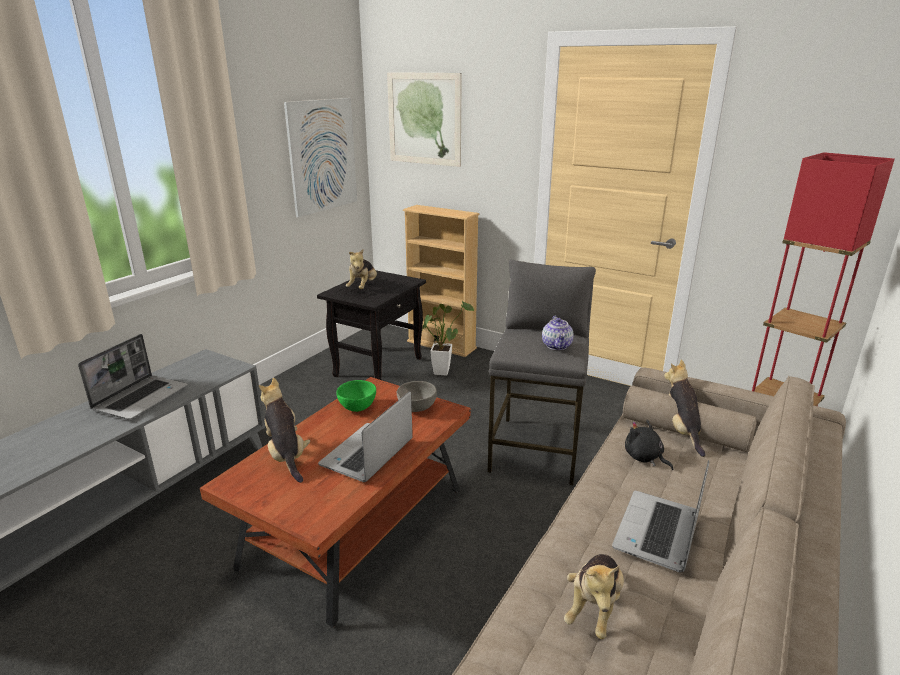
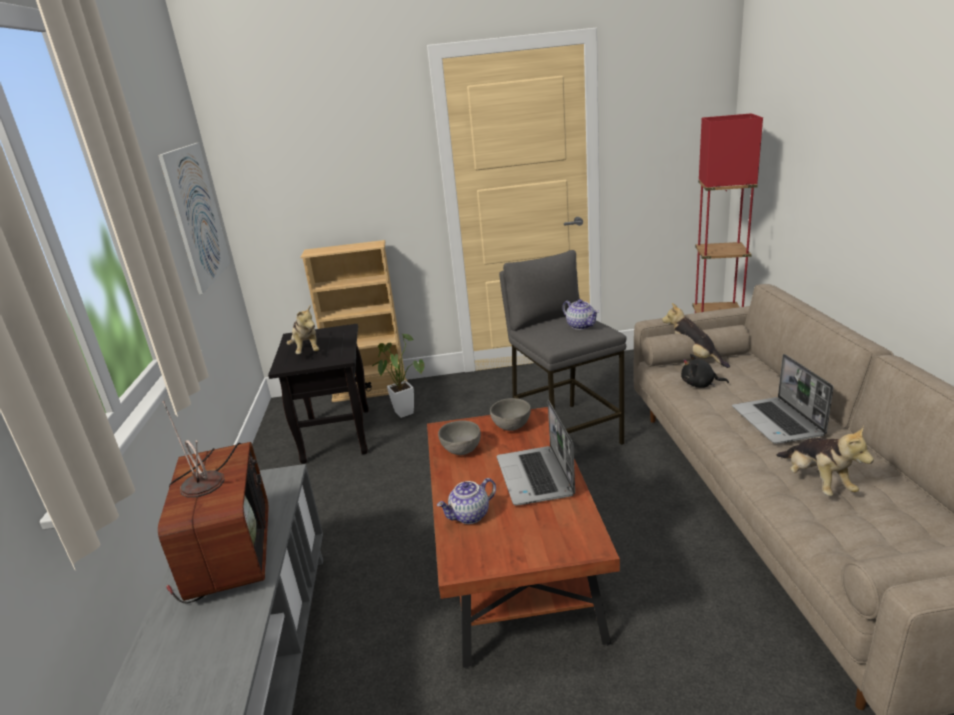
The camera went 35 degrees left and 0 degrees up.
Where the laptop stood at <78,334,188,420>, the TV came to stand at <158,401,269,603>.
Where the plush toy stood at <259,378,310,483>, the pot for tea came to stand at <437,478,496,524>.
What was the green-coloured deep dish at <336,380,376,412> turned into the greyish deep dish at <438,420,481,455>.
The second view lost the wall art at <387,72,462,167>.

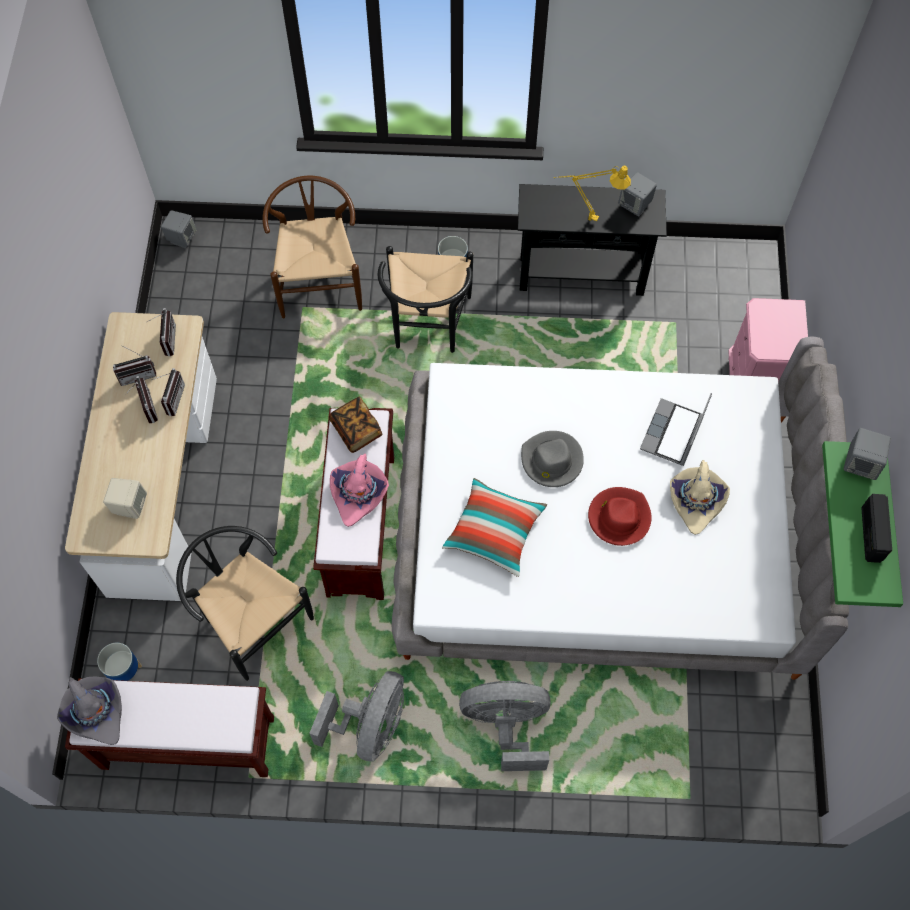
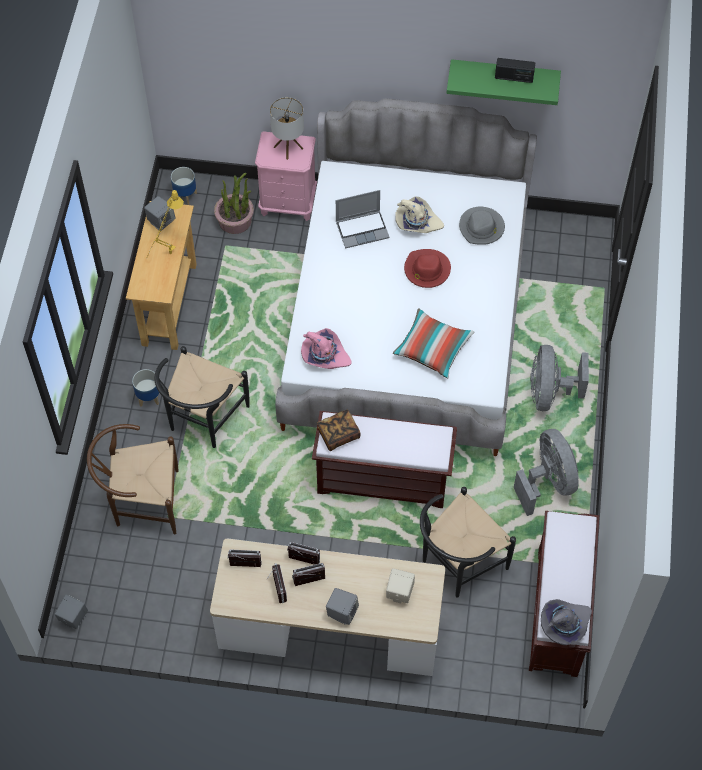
The camera went 85 degrees left and 5 degrees down.
What was the blackish hall table at <518,184,667,296> turned into the beige-coloured hall table at <126,201,197,350>.
The blackish chair at <378,246,473,353> ended up facing another way, 105 degrees clockwise from before.
The plant pot ended up elsewhere, having gone from <97,643,142,681> to <171,167,197,205>.
The second view gained the plant in a pot at <214,173,254,234>.
The second view gained the lamp for a table at <270,97,304,160>.
The pinkish hat ended up elsewhere, having gone from <330,454,389,527> to <301,328,351,369>.
The greyish audio speaker ended up elsewhere, having gone from <844,428,891,480> to <326,588,359,625>.
The laptop at <640,393,712,466> ended up facing another way, 45 degrees counterclockwise from before.
The greyish hat ended up elsewhere, having gone from <521,431,584,487> to <459,207,505,245>.
The greyish electric fan at <309,671,404,762> ended up facing another way, 45 degrees clockwise from before.

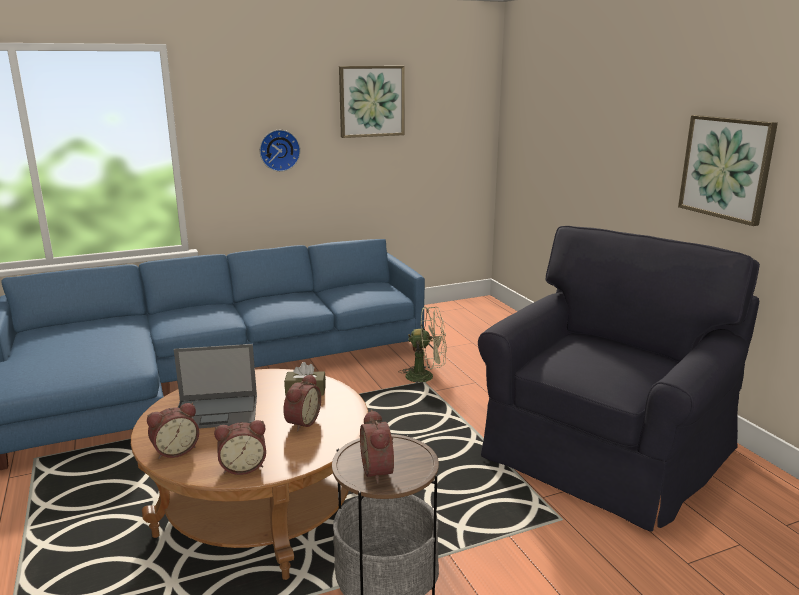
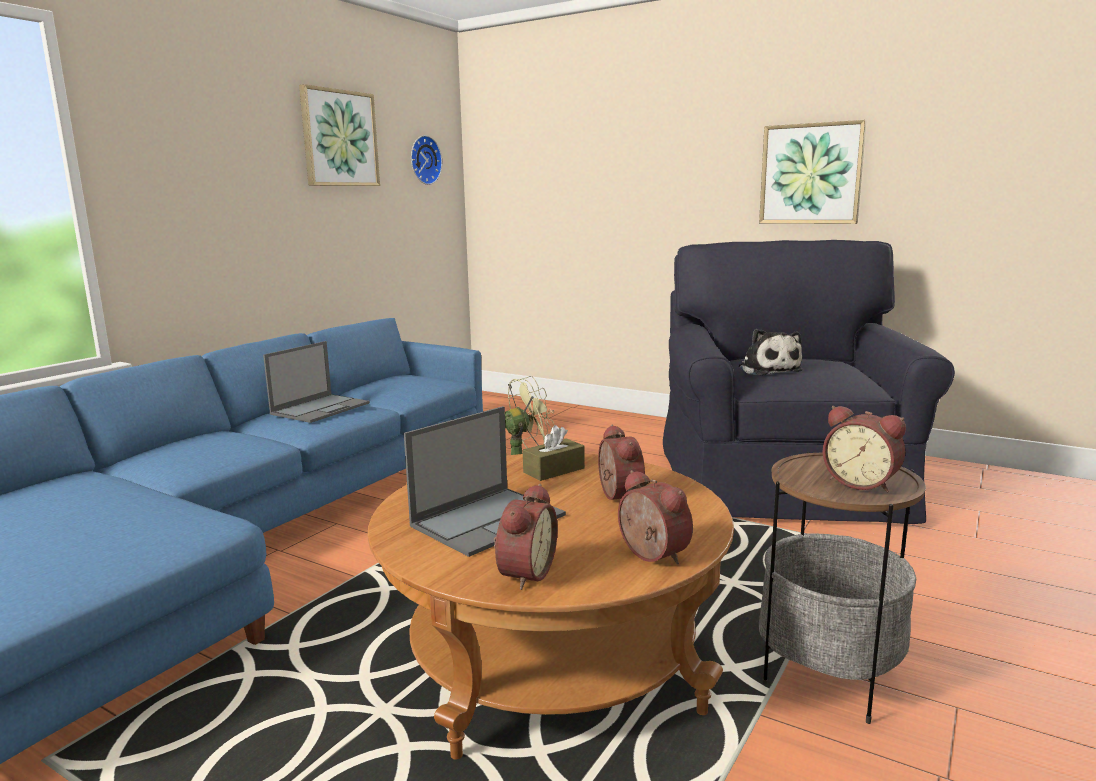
The camera went 35 degrees left and 5 degrees down.
The second view gained the laptop at <263,341,370,423>.
The clock on the wall ended up elsewhere, having gone from <260,130,300,172> to <411,135,442,185>.
The bedside clock at <214,420,266,475> ended up facing another way, 75 degrees counterclockwise from before.
The second view gained the plush toy at <738,329,803,375>.

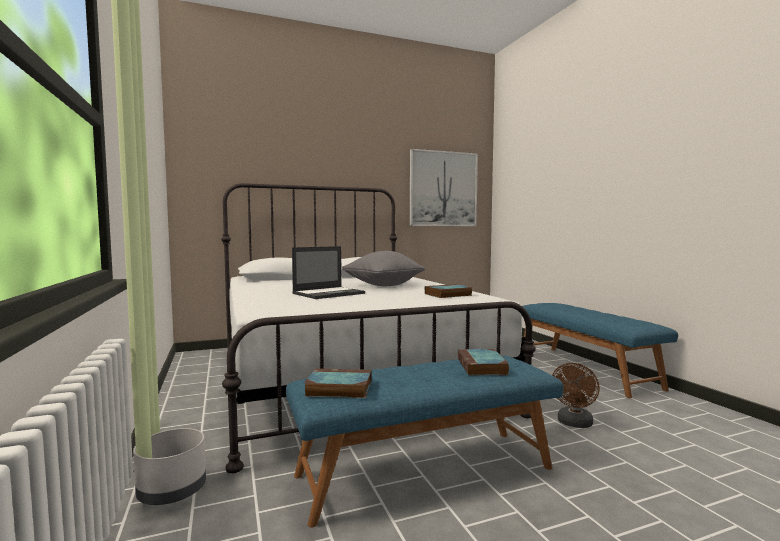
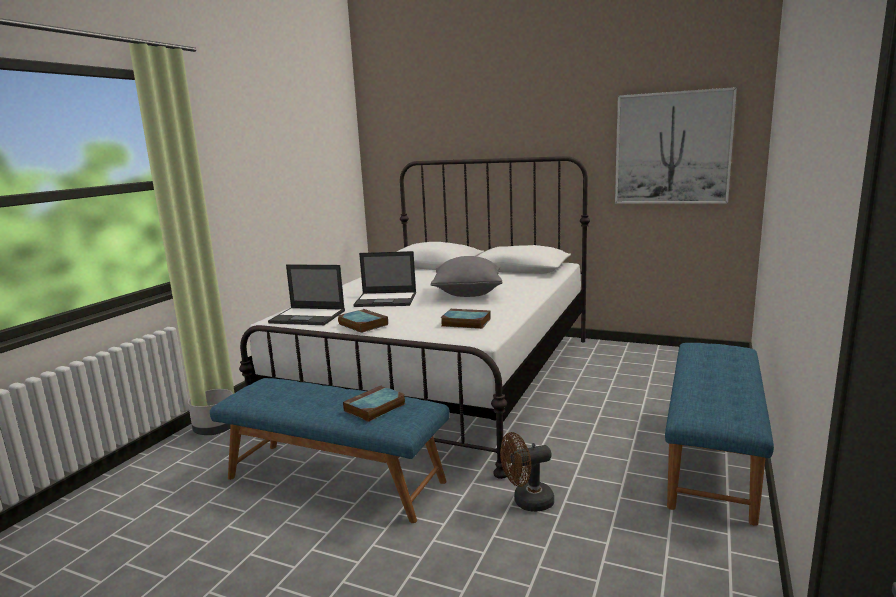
The camera went 45 degrees right and 10 degrees up.
The second view gained the laptop at <268,264,345,325>.
The volume ended up elsewhere, having gone from <304,369,371,398> to <338,309,388,333>.

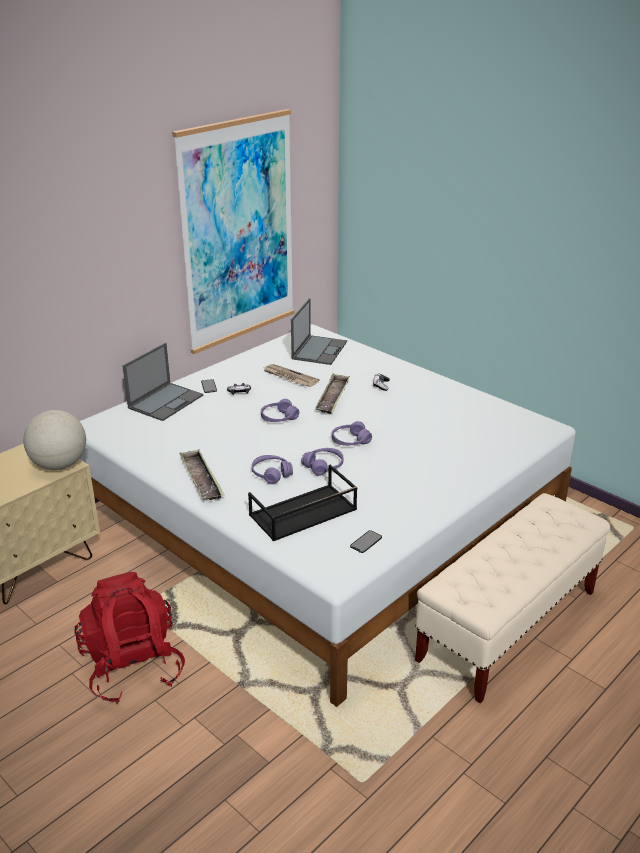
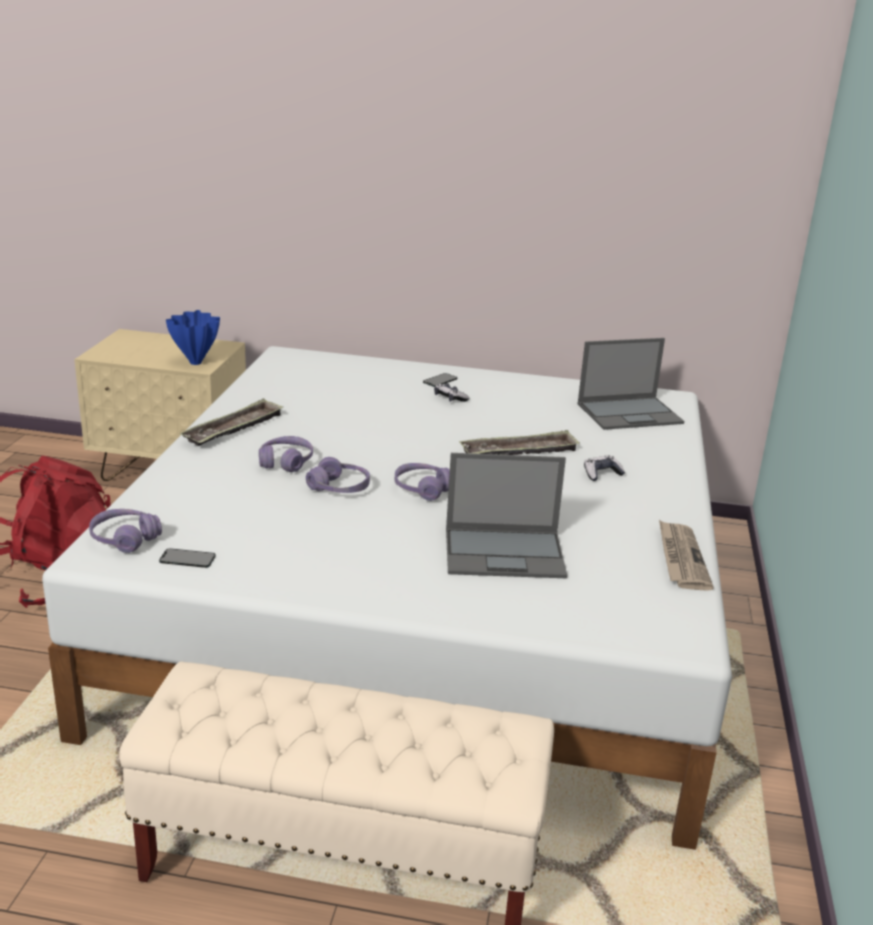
The camera went 55 degrees right and 5 degrees down.
The purplish headset ended up elsewhere, having gone from <261,399,299,422> to <89,509,162,553>.
Where the desk globe stood at <23,410,86,470>, the blue-coloured flower vase came to stand at <166,310,220,365>.
The laptop ended up elsewhere, having gone from <123,343,203,421> to <446,453,567,578>.
The printed paper ended up elsewhere, having gone from <262,364,319,387> to <659,520,714,591>.
The second view lost the wall art at <172,109,295,354>.
The second view lost the blackish carrying tray at <248,465,357,541>.

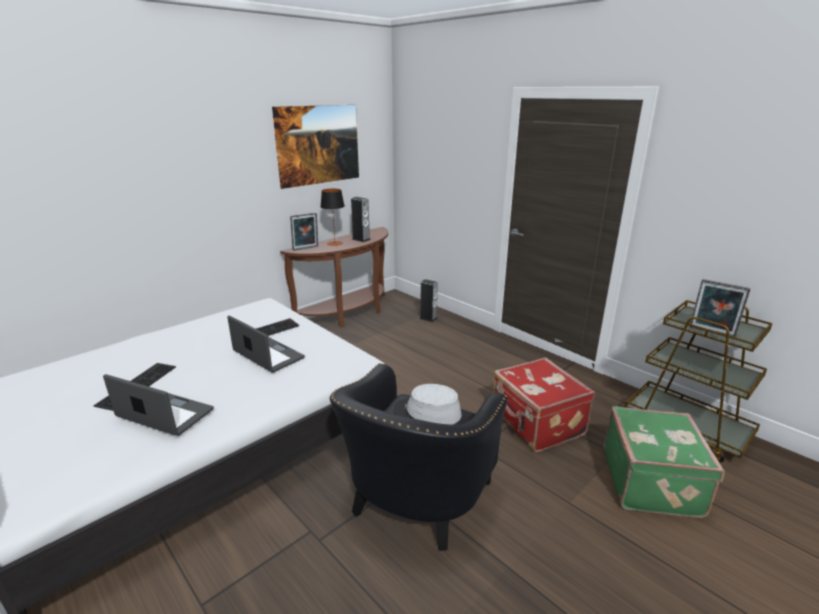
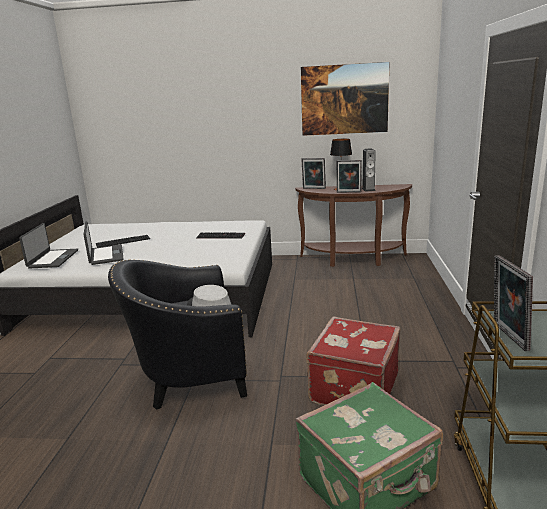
The camera went 50 degrees right and 5 degrees down.
The laptop ended up elsewhere, having gone from <227,316,305,373> to <19,223,78,269>.
The second view gained the standing frame at <337,160,362,193>.
The second view lost the audio speaker at <419,279,438,322>.

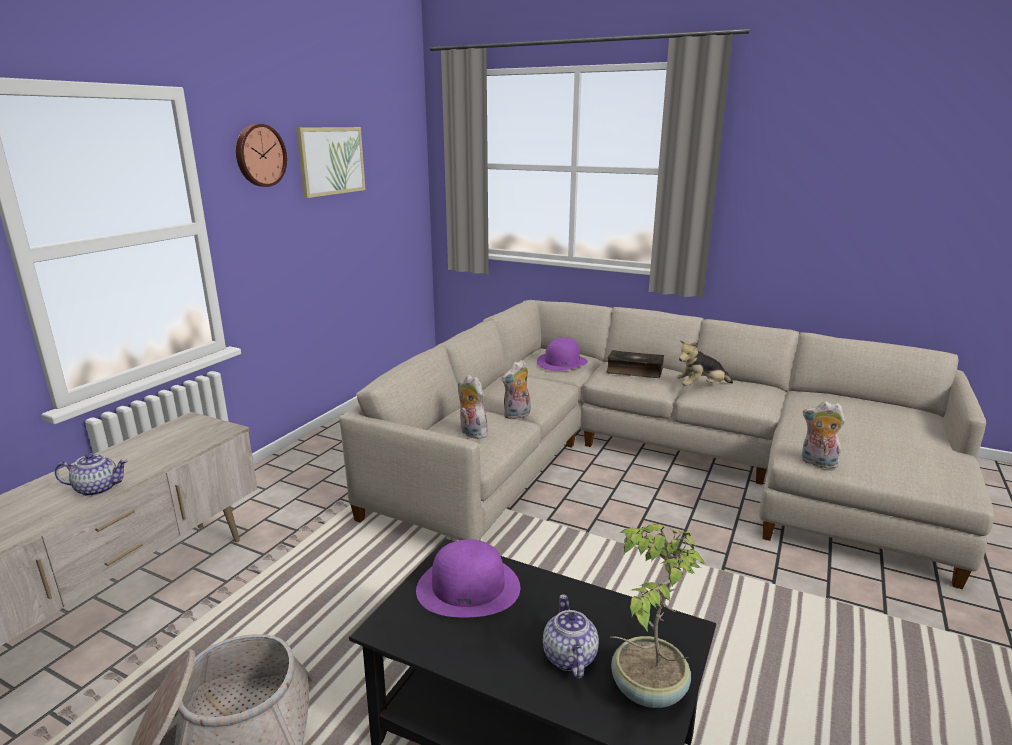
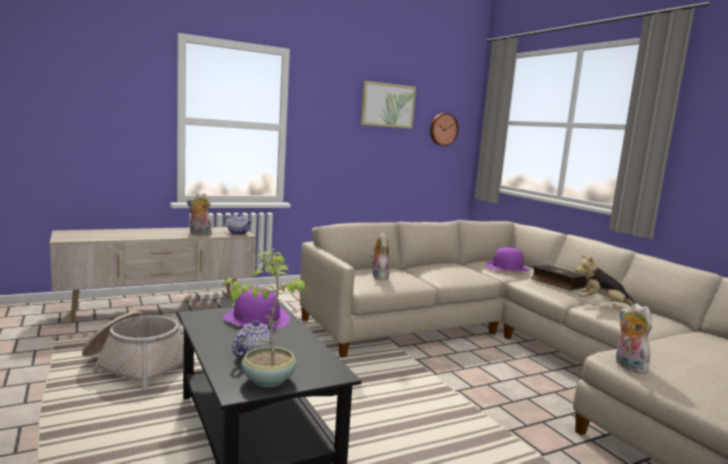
The camera went 35 degrees right and 10 degrees down.
The plush toy ended up elsewhere, having gone from <502,360,531,419> to <187,193,212,235>.
The pot for tea ended up elsewhere, having gone from <55,453,128,496> to <225,214,253,235>.
The clock on the wall ended up elsewhere, having gone from <236,124,287,187> to <430,113,459,146>.

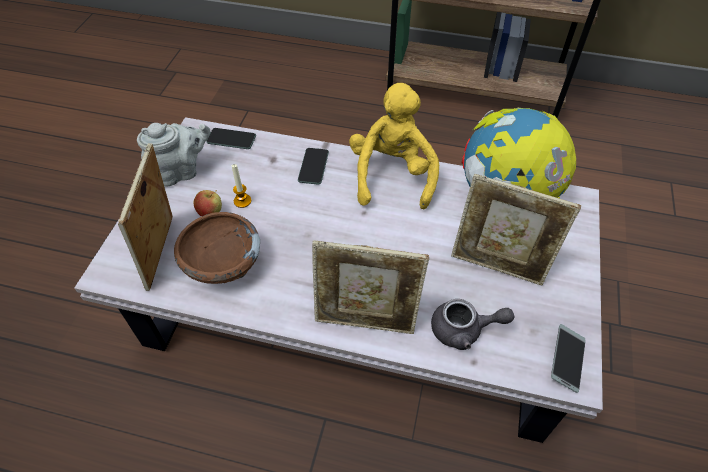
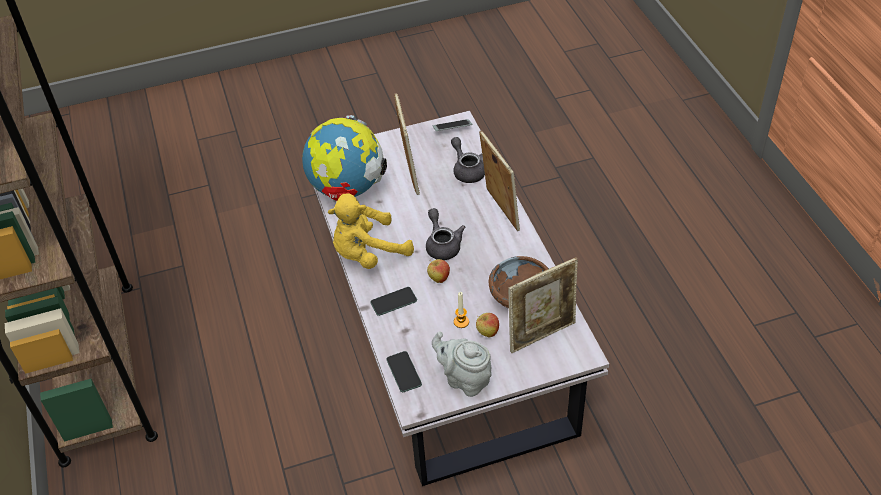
The camera went 120 degrees left and 5 degrees down.
The second view gained the greyish pot for tea at <426,208,465,260>.
The second view gained the apple at <427,259,450,283>.

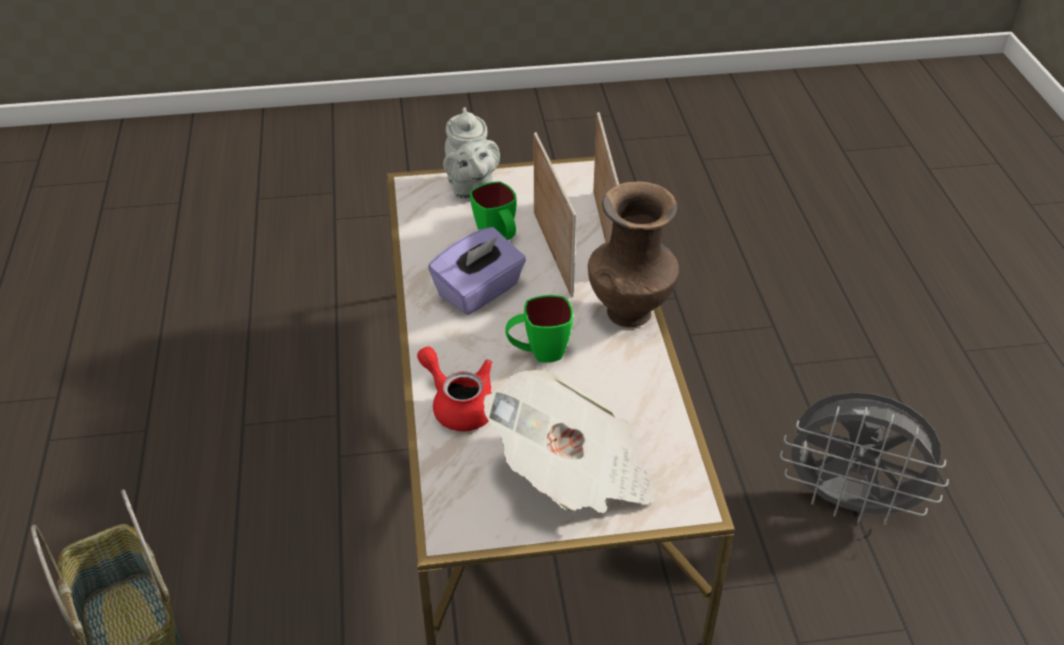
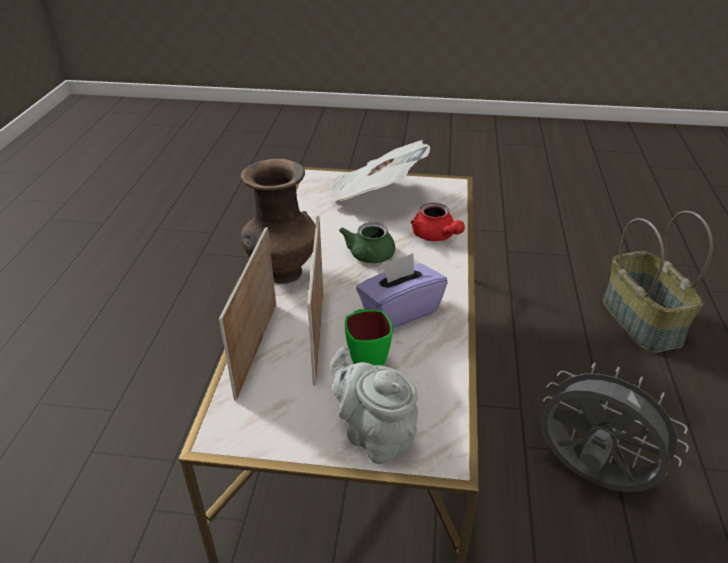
The camera went 165 degrees left and 5 degrees down.
The greyish pot for tea at <443,107,500,199> ended up facing another way, 45 degrees counterclockwise from before.
Where the green-coloured mug stood at <505,295,573,363>, the green-coloured pot for tea came to stand at <339,222,395,263>.
The greyish electric fan ended up elsewhere, having gone from <780,392,949,526> to <540,363,689,492>.

